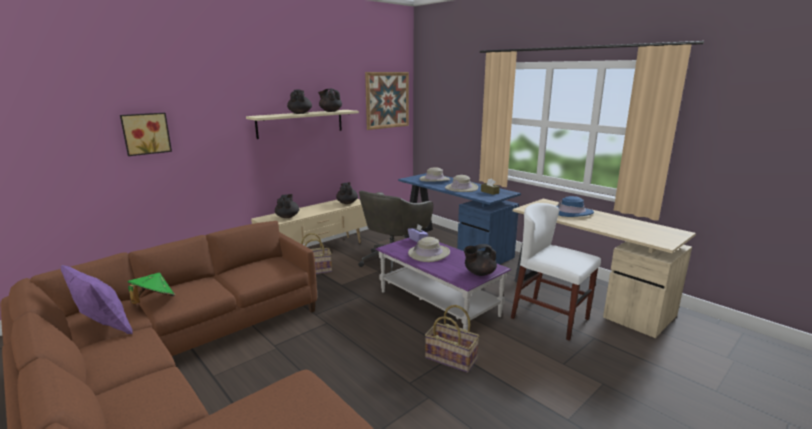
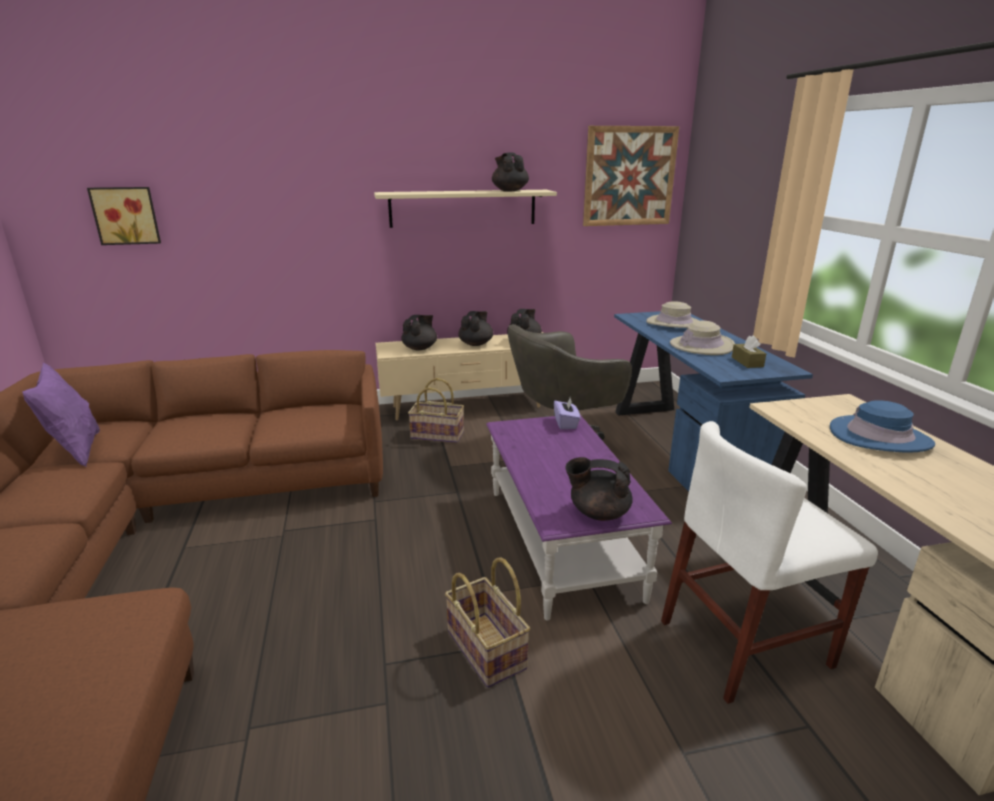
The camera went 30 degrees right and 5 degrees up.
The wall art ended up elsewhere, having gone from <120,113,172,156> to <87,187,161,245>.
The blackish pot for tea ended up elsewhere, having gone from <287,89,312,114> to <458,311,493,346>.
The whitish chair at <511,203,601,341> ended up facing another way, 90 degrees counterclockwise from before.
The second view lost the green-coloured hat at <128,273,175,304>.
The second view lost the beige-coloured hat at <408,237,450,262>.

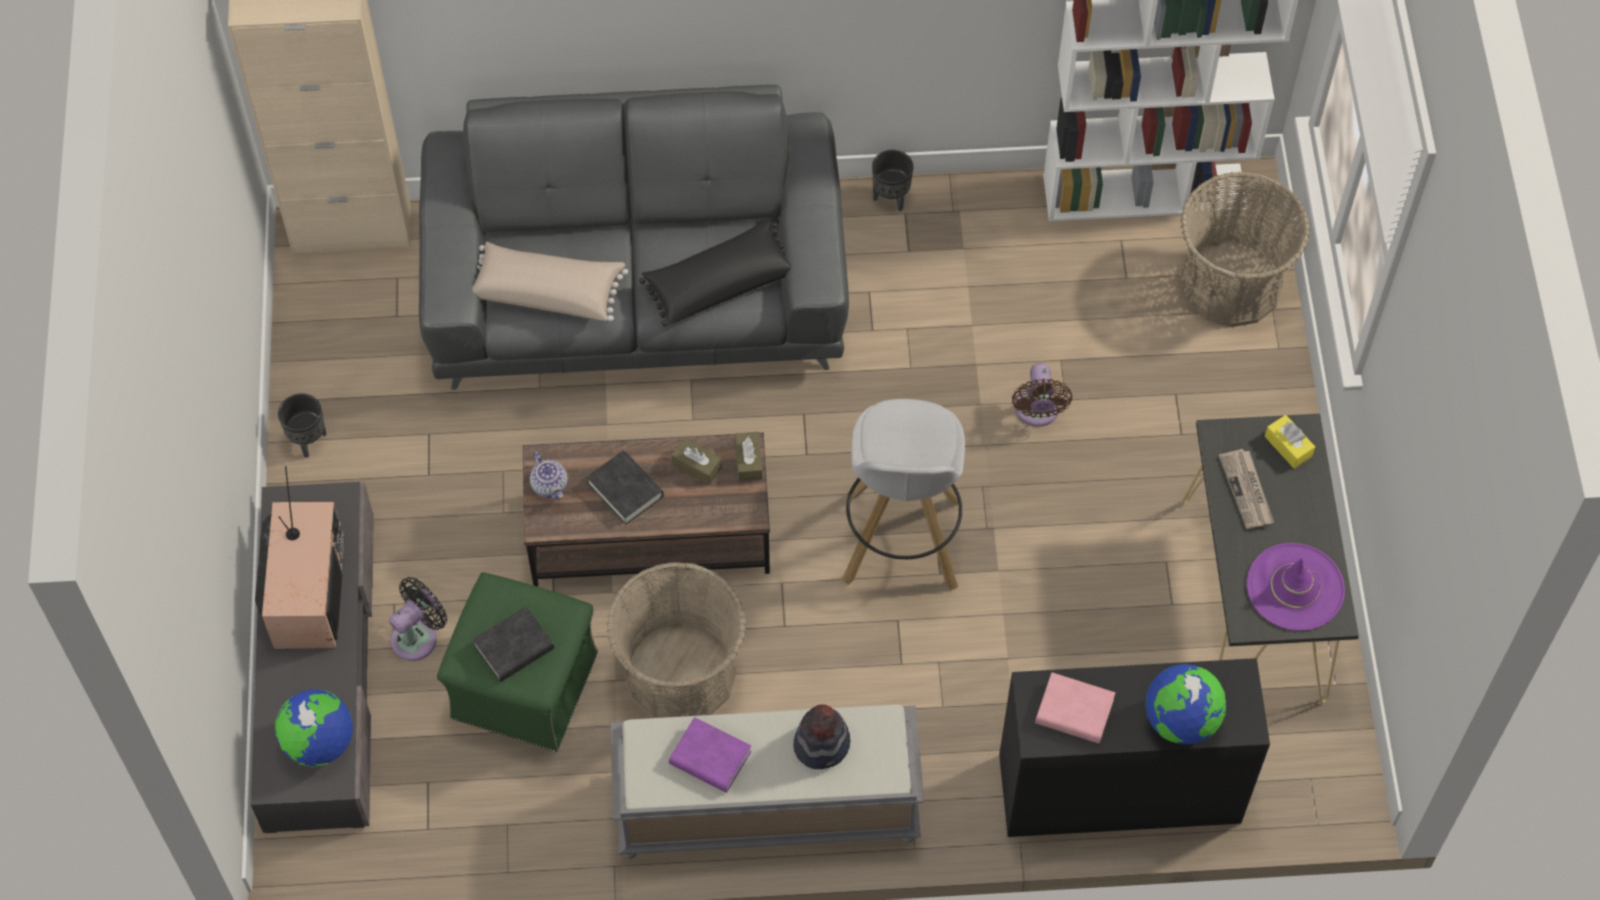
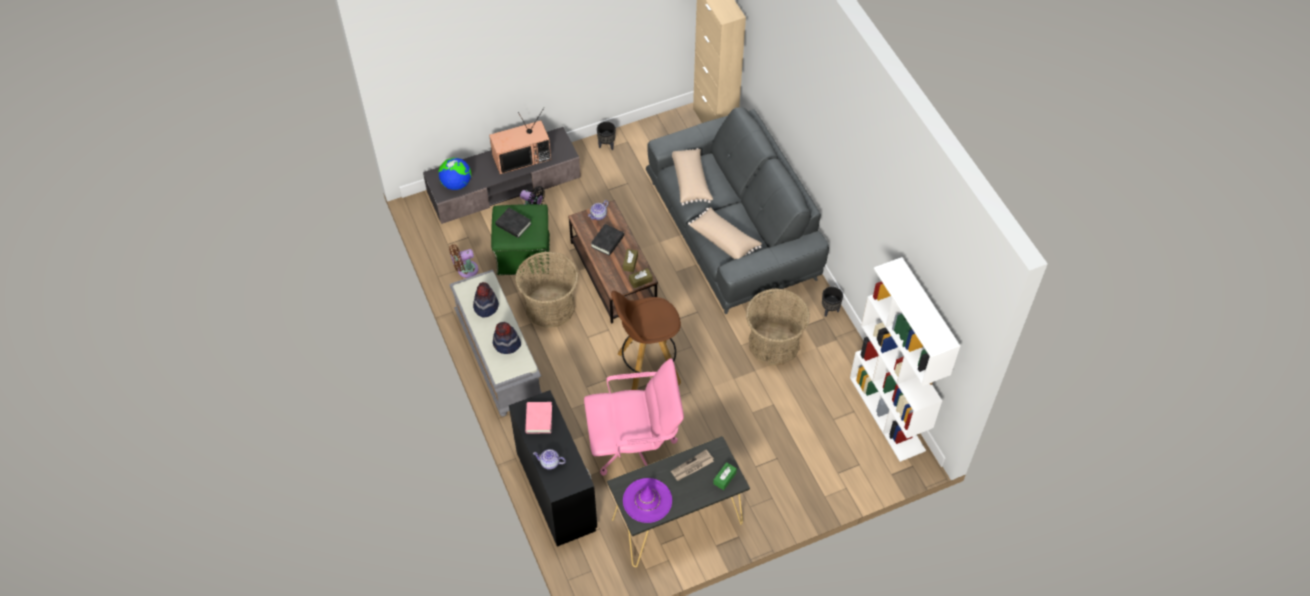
The camera went 70 degrees right and 5 degrees down.
The brown-coloured electric fan ended up elsewhere, having gone from <1012,363,1072,427> to <449,244,478,278>.
Where the purplish volume stood at <669,717,751,793>, the hat came to stand at <473,282,499,317>.
Where the desk globe stood at <1145,664,1226,744>, the pot for tea came to stand at <533,449,566,470>.
The second view gained the pinkish computer chair at <584,358,684,476>.
What was the whitish stool seat at <842,399,965,590> turned into the brown-coloured stool seat at <611,291,681,390>.
What was the blackish throw pillow at <639,218,792,326> turned into the beige-coloured throw pillow at <688,207,762,259>.
What was the yellowish tissue holder at <1265,415,1315,468> turned into the green-coloured tissue holder at <713,462,737,490>.
The household basket ended up elsewhere, having gone from <1179,172,1310,327> to <746,288,810,365>.

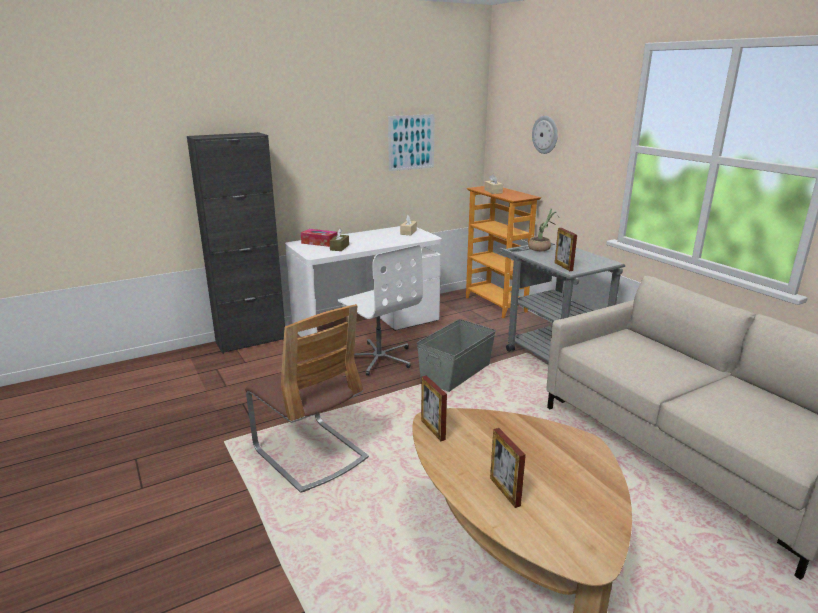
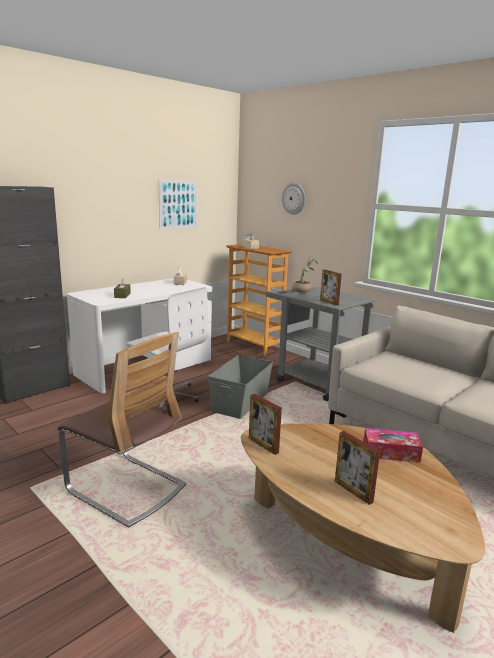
The camera went 15 degrees left and 5 degrees down.
The tissue holder ended up elsewhere, having gone from <301,229,337,247> to <363,428,423,463>.

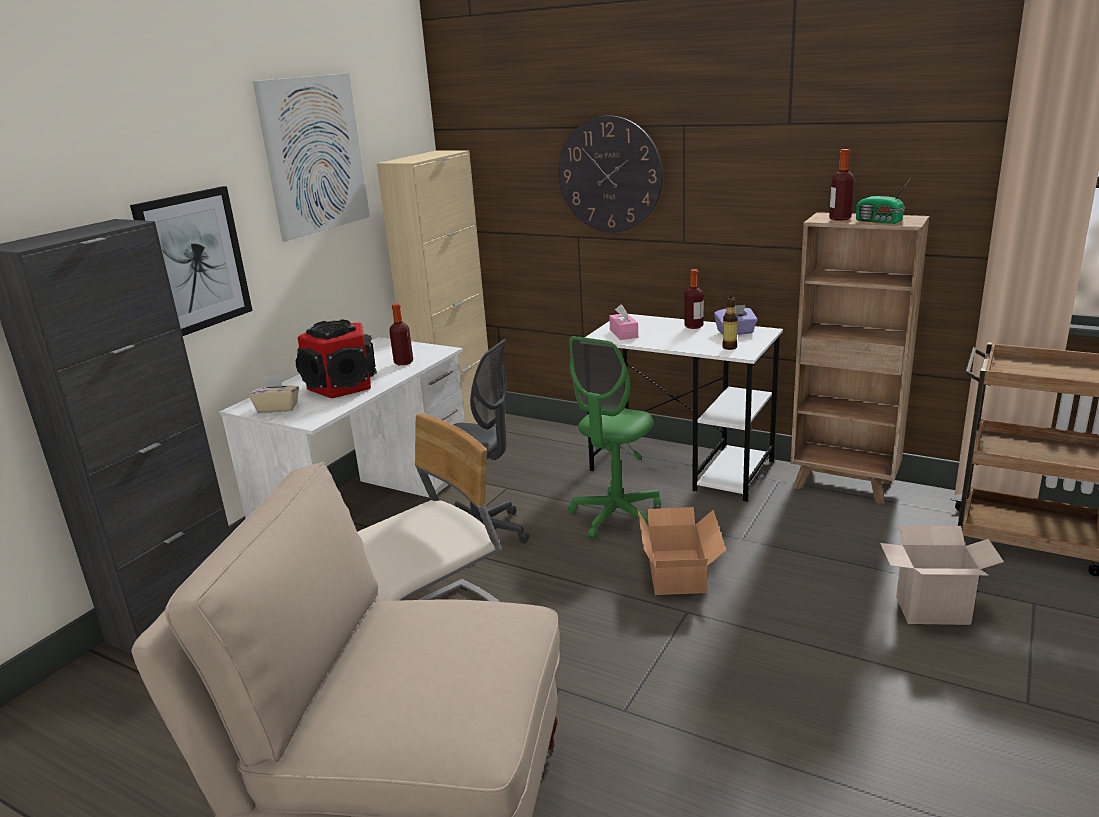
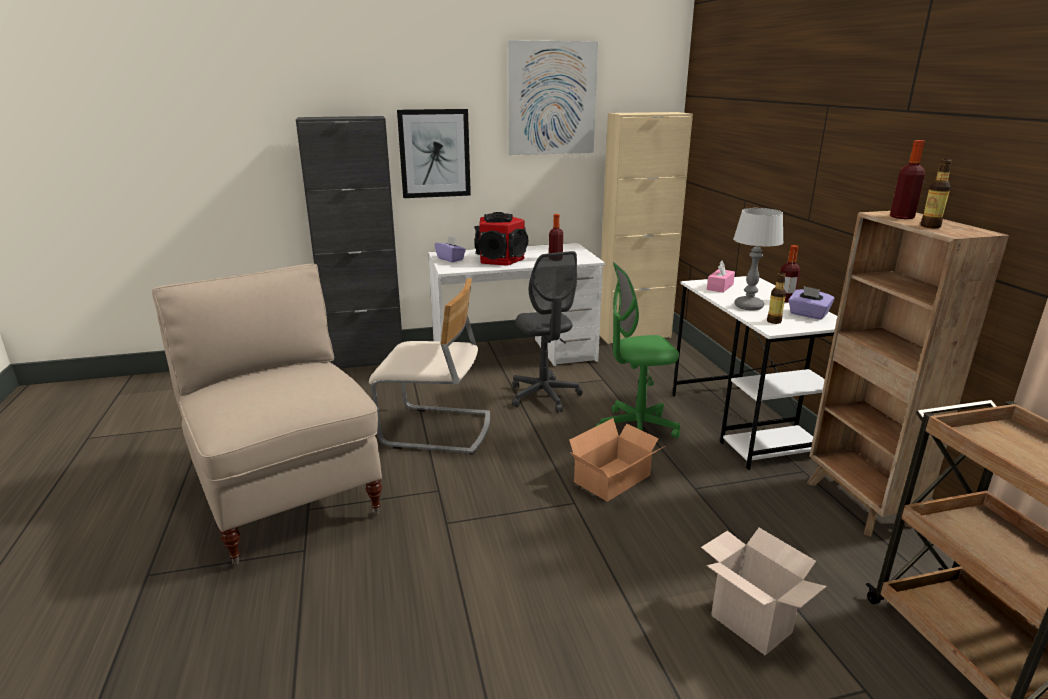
The camera went 45 degrees right and 0 degrees up.
What was the beige-coloured tissue holder at <249,375,299,413> turned into the purplish tissue holder at <435,236,466,262>.
The second view gained the lamp for a table at <733,208,784,311>.
Where the radio stood at <856,178,911,224>, the drink bottle came to stand at <920,159,952,228>.
The second view lost the clock on the wall at <559,116,663,232>.

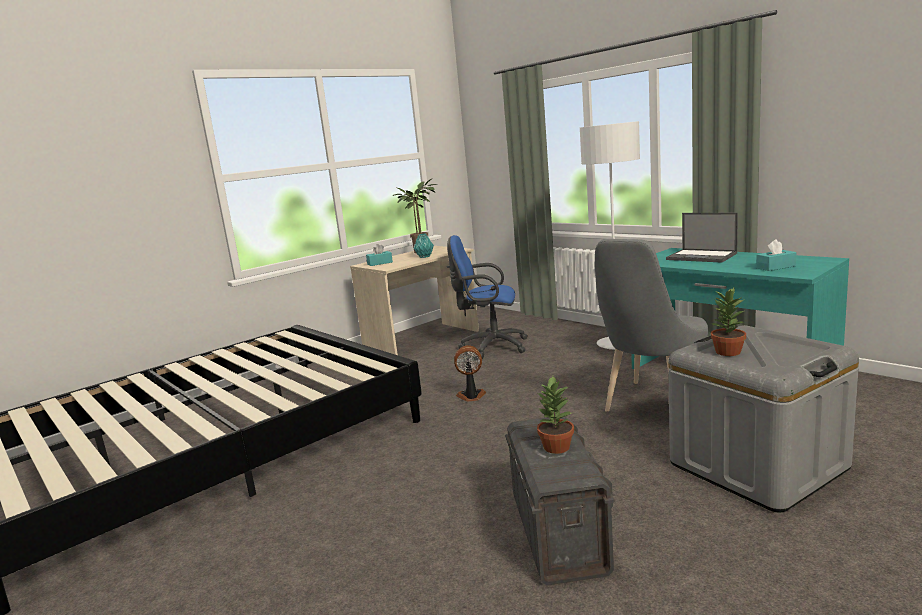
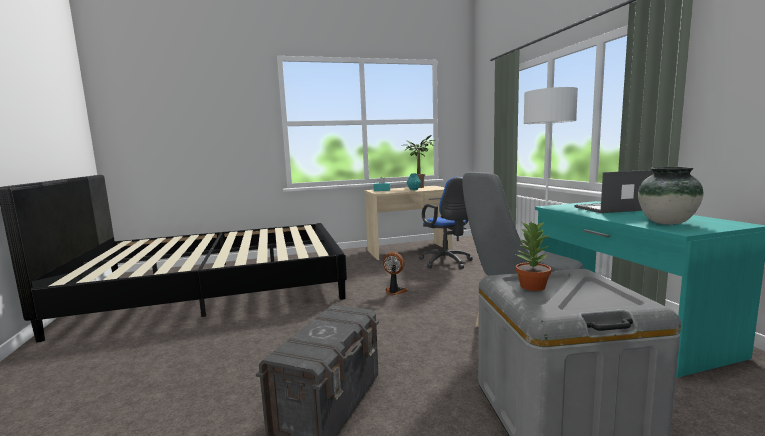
The camera went 25 degrees right and 5 degrees down.
The blue-coloured computer chair at <447,235,528,359> ended up facing another way, 150 degrees counterclockwise from before.
The laptop at <666,213,738,263> ended up facing another way, 105 degrees clockwise from before.
Where the turquoise-coloured tissue holder stood at <756,239,796,271>, the flower vase came to stand at <638,167,703,225>.
The second view lost the plant in a pot at <537,376,574,454>.

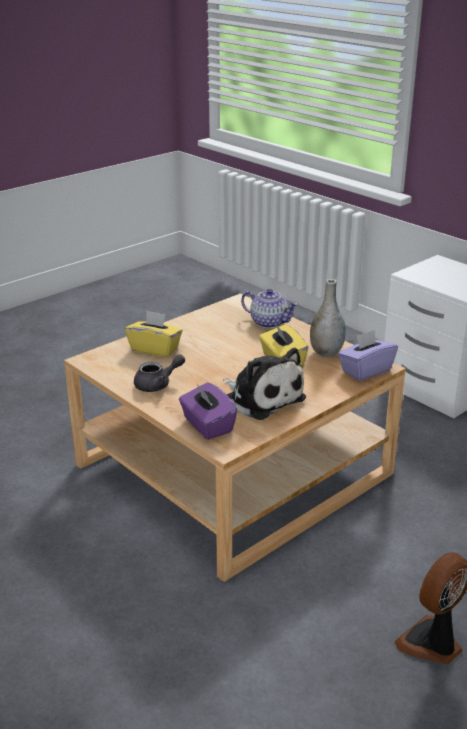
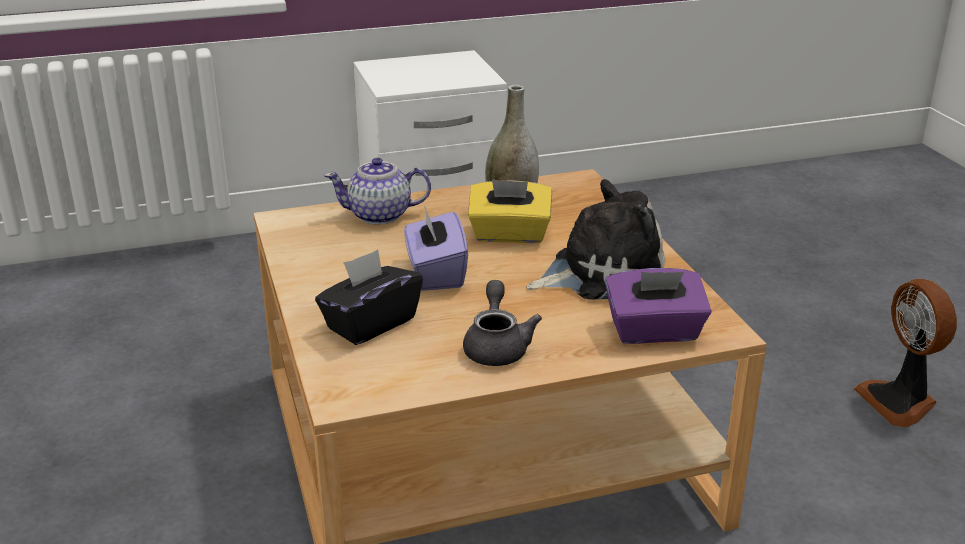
The camera went 65 degrees left and 0 degrees up.
What was the yellowish tissue holder at <125,310,183,357> turned into the blackish tissue holder at <315,249,423,345>.
The pot for tea at <241,289,299,329> ended up facing another way, 150 degrees counterclockwise from before.
The purplish tissue holder ended up elsewhere, having gone from <338,330,398,381> to <404,205,468,291>.

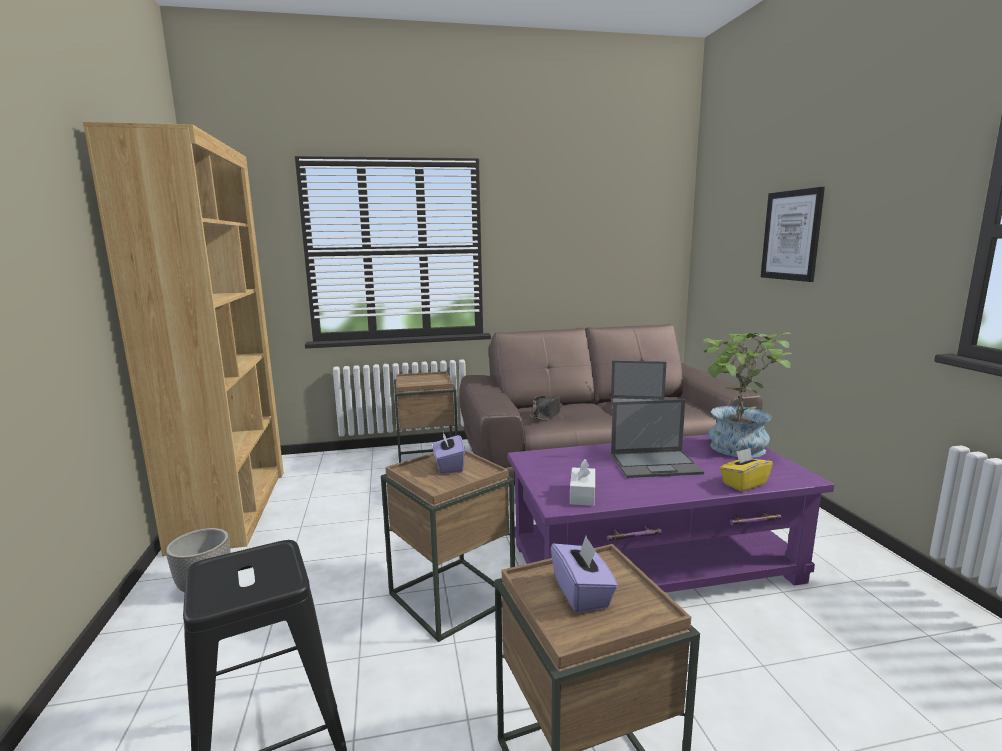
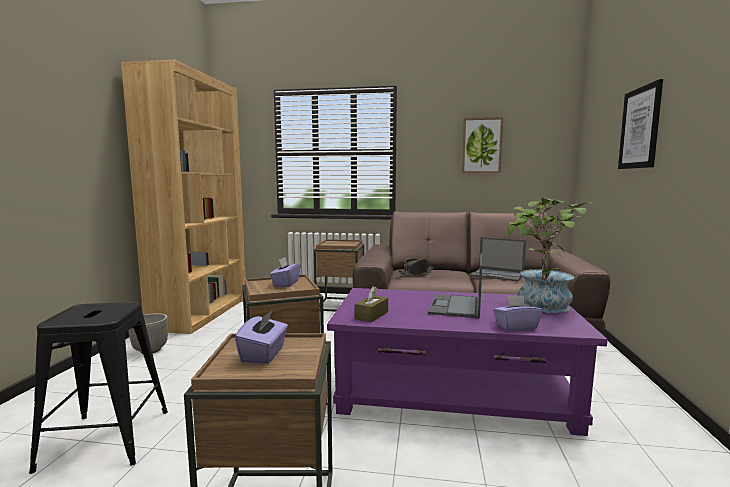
The camera went 20 degrees right and 5 degrees down.
What was the whitish tissue holder at <570,459,595,506> turned into the brown-coloured tissue holder at <355,286,388,322>.
The laptop at <611,399,704,478> ended up facing another way, 90 degrees clockwise from before.
The second view gained the wall art at <462,117,503,173>.
What was the yellowish tissue holder at <720,448,773,492> turned into the purplish tissue holder at <493,295,543,331>.

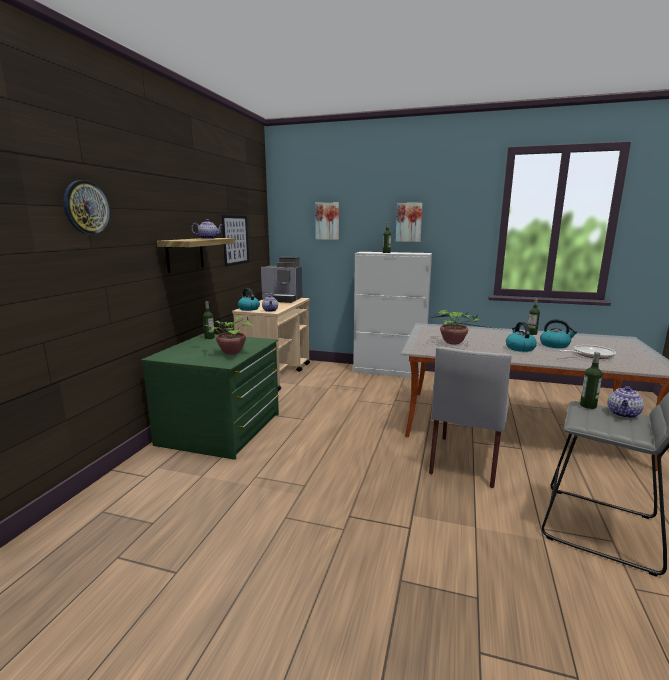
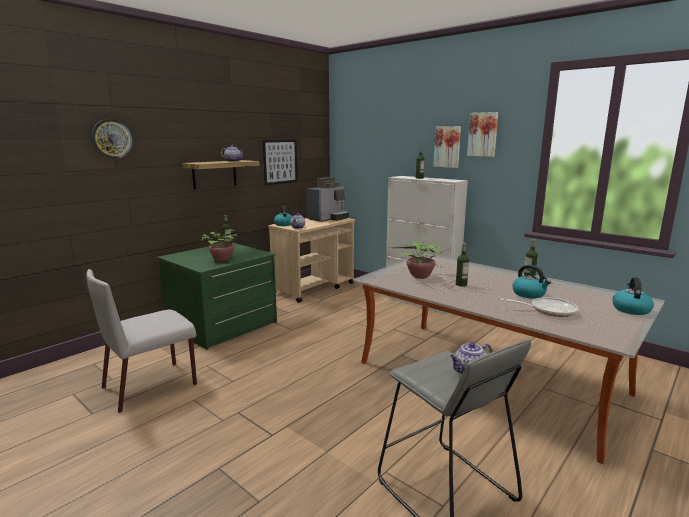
The camera went 25 degrees right and 0 degrees up.
The greyish chair ended up elsewhere, having gone from <429,347,511,488> to <86,269,197,413>.
The coffee machine at <261,257,302,303> ended up facing another way, 90 degrees counterclockwise from before.
The drink bottle ended up elsewhere, having gone from <580,352,602,409> to <456,243,469,287>.
The wall art ended up elsewhere, having gone from <315,203,339,240> to <467,112,498,157>.
The water kettle ended up elsewhere, having gone from <506,322,537,352> to <612,277,654,315>.

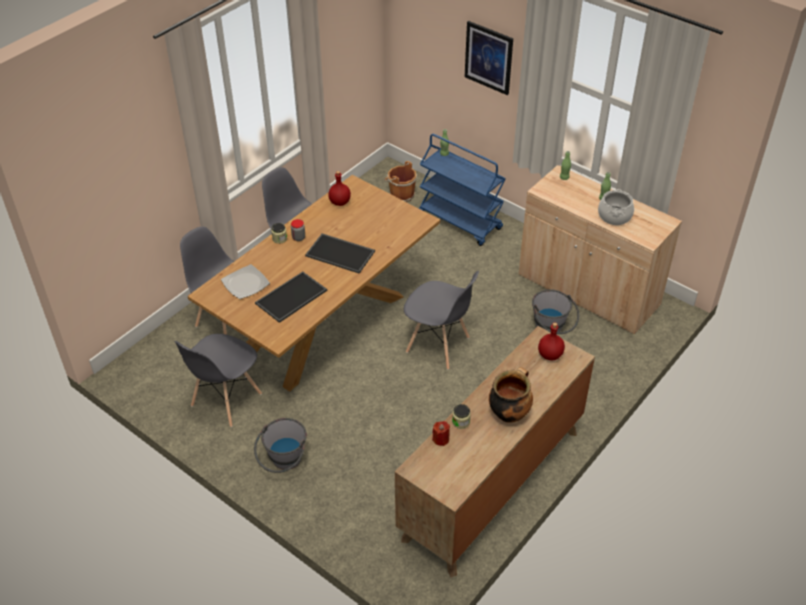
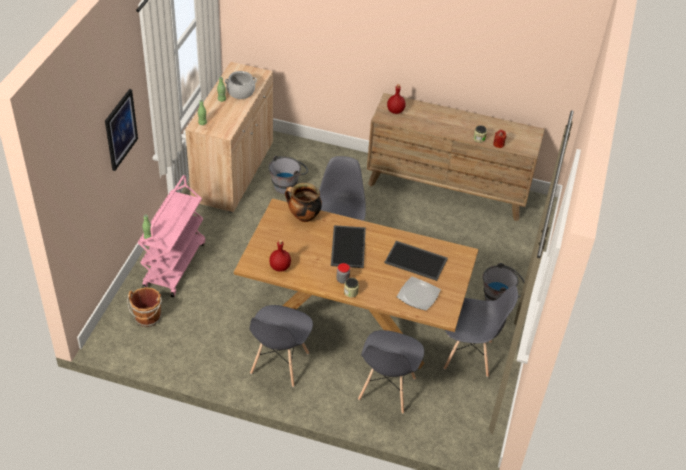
The camera went 115 degrees left and 0 degrees up.
What was the blue-coloured cart at <419,134,506,246> turned into the pinkish cart at <138,175,205,297>.
The cooking pot ended up elsewhere, having gone from <489,367,533,423> to <285,183,322,222>.

